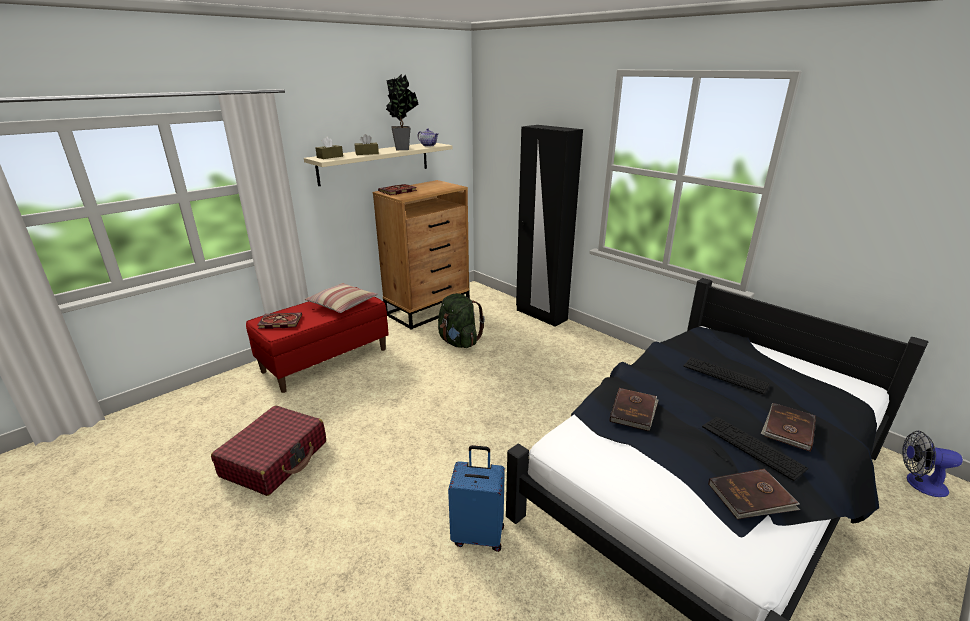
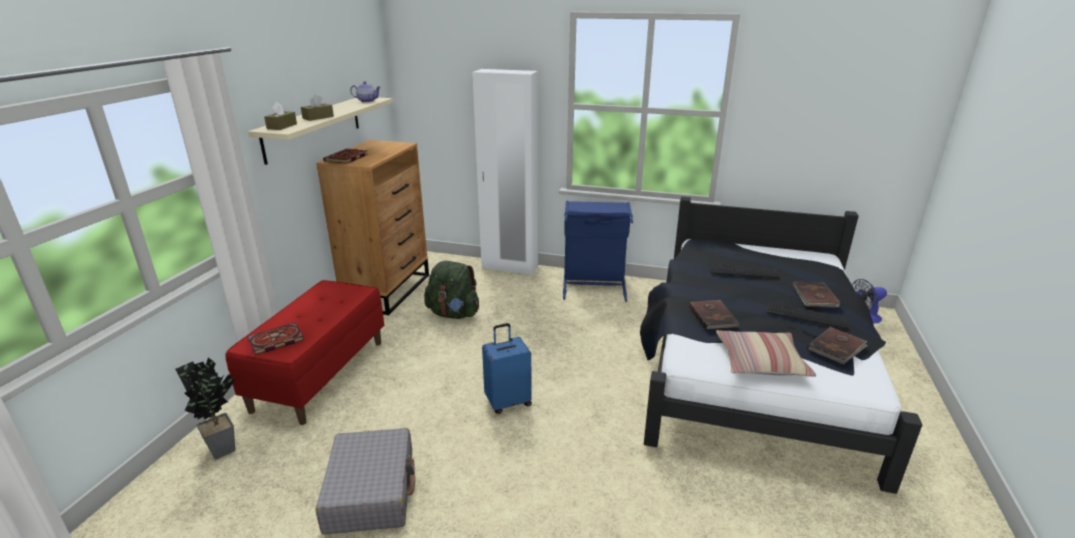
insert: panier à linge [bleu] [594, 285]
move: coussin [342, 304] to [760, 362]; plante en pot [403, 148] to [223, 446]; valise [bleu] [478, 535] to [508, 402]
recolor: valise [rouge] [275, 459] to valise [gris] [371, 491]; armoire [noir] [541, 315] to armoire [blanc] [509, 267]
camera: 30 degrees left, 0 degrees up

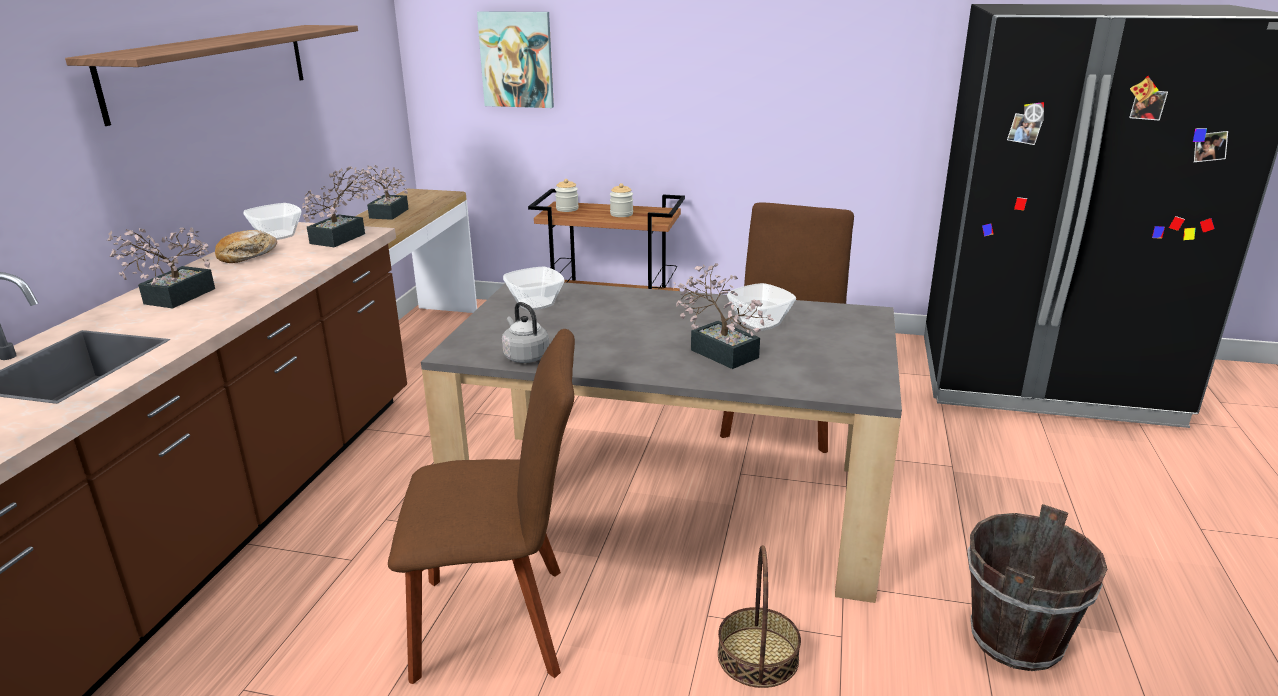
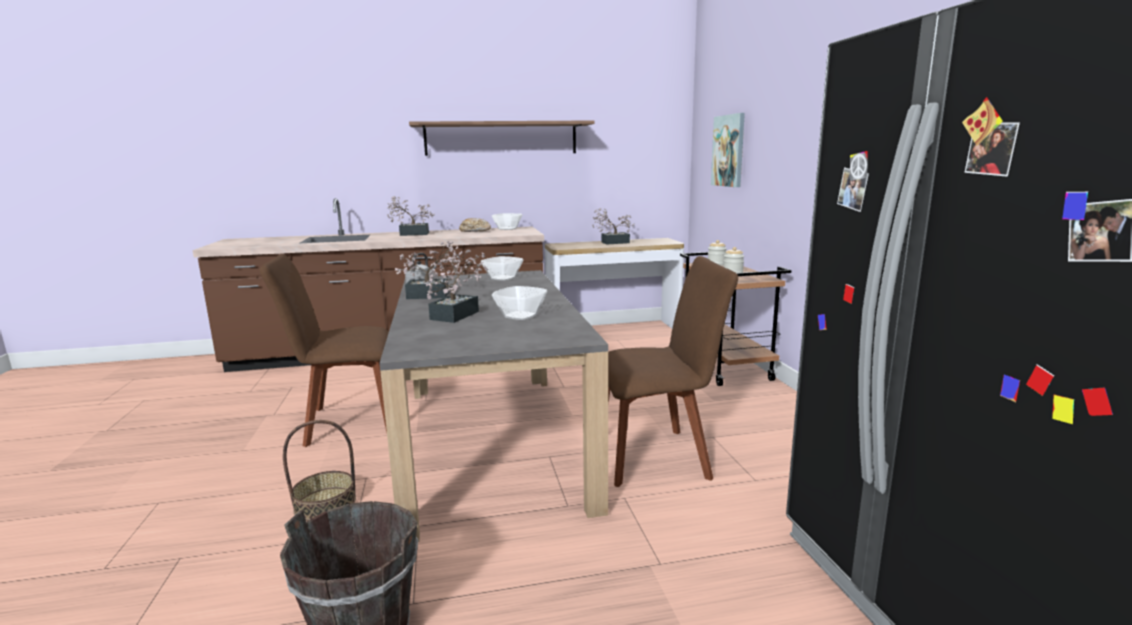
move: plante en pot [342, 237] to [433, 295]
rotate: chaise [marron] [501, 622] = [346, 422] 105 degrees clockwise
camera: 65 degrees right, 10 degrees down

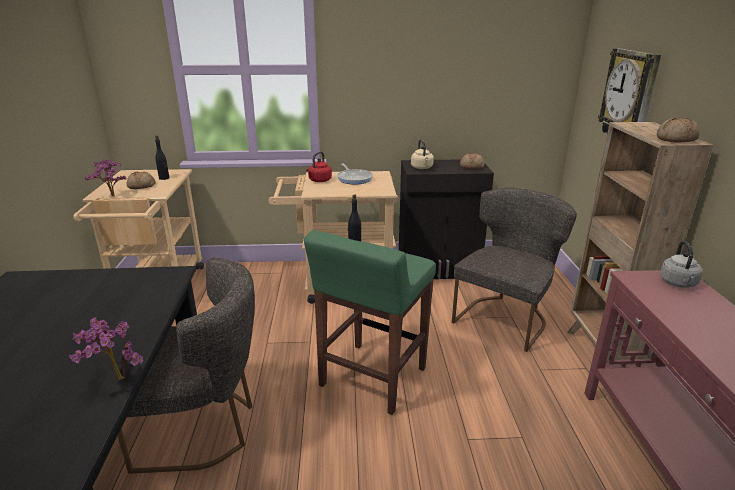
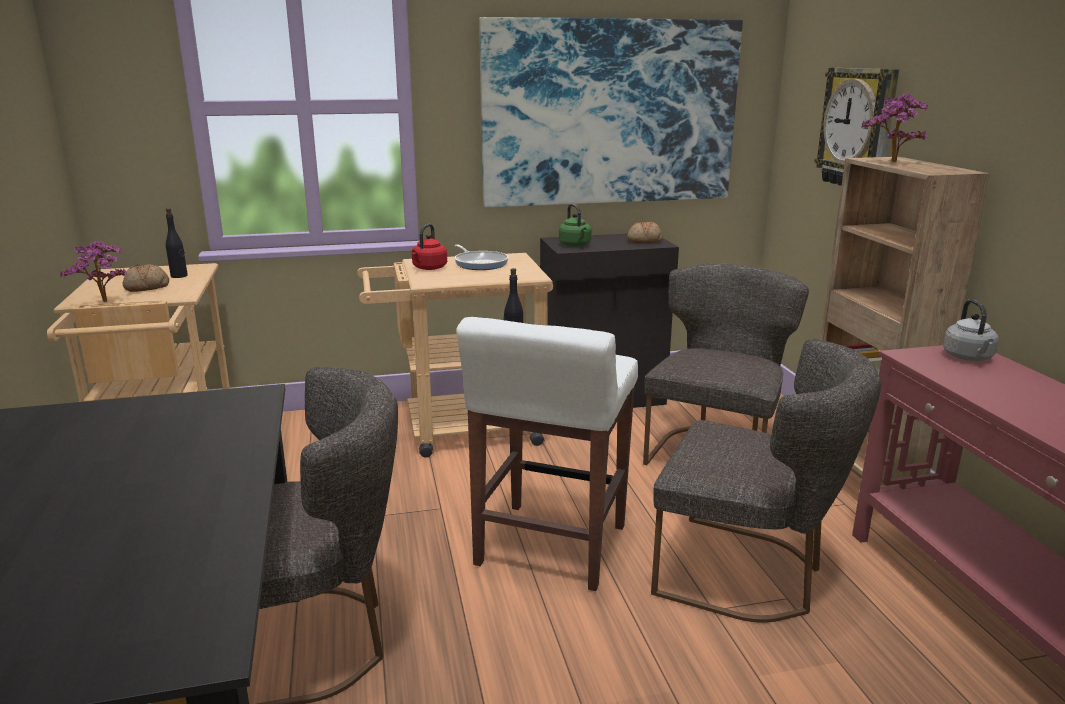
delete: pain [676, 139]
insert: tableau [610, 113]; chaise [gris] [748, 574]
move: plante en pot [115, 381] to [892, 163]
recolor: tabouret [vert] [372, 378] to tabouret [blanc] [550, 547]; bouilloire [beige] [422, 168] to bouilloire [vert] [575, 245]
camera: 10 degrees left, 5 degrees down

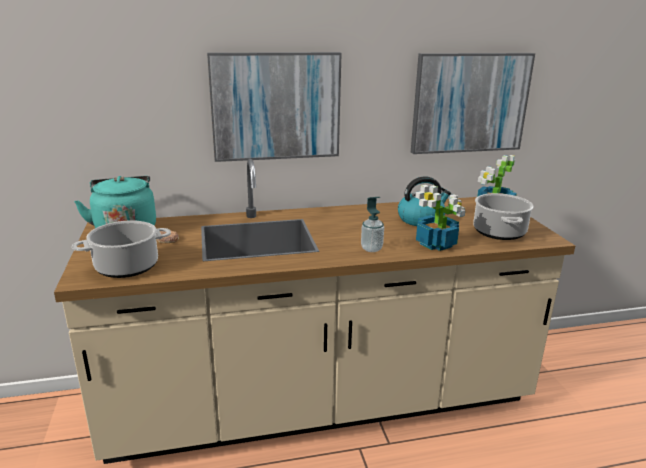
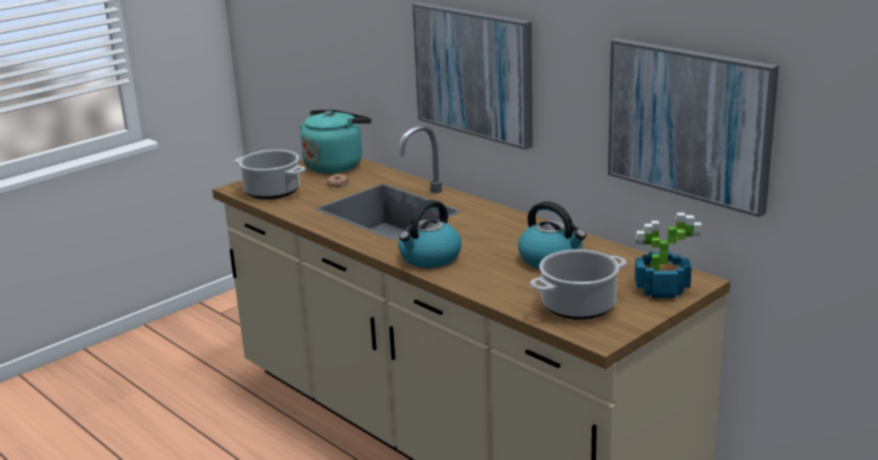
delete: plante en pot [436, 243]
replace: distributeur de savon [371, 249] to bouilloire [429, 258]
camera: 60 degrees right, 0 degrees up

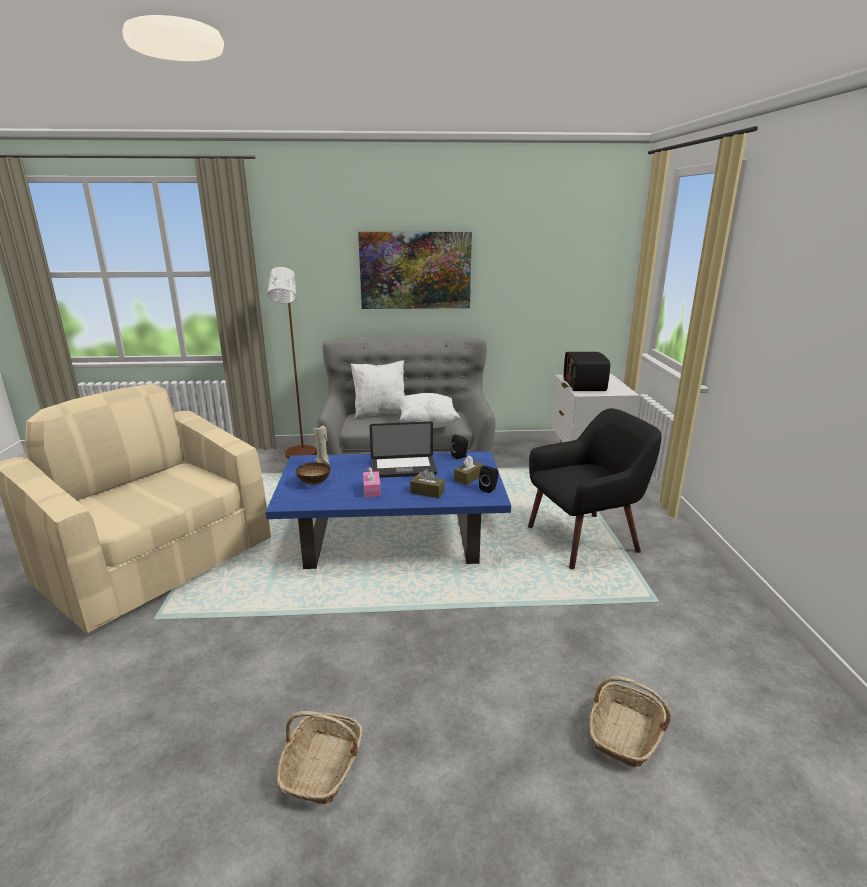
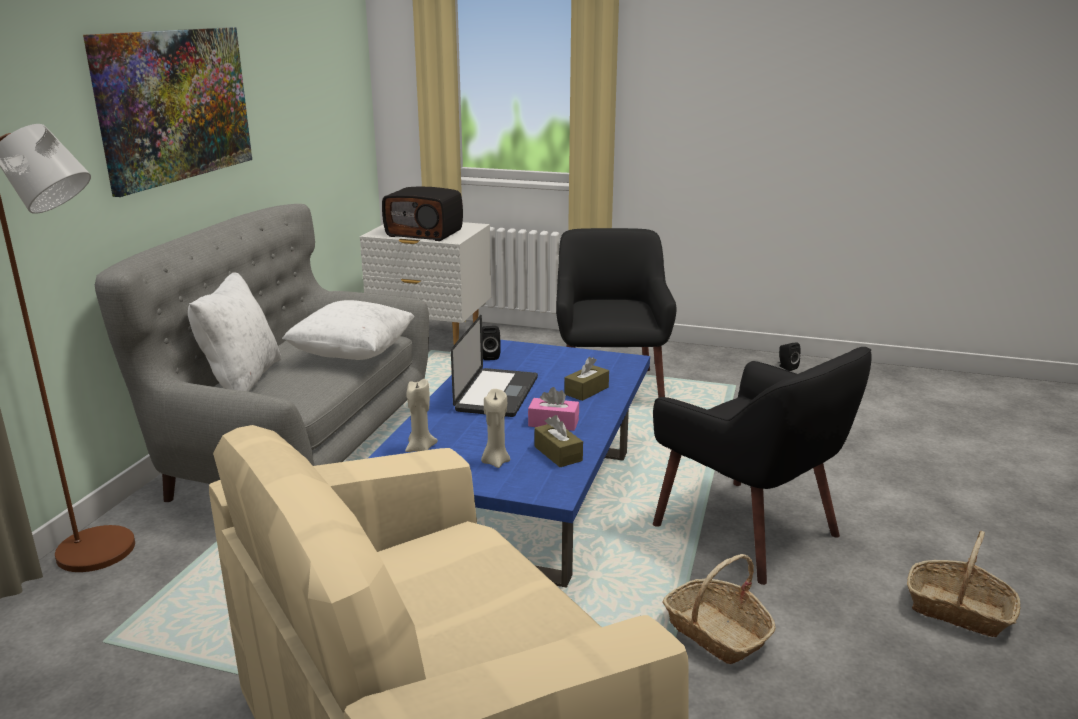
insert: fauteuil [noir] [748, 530]
move: boîte à mouchoirs [marron] [468, 478] to [558, 453]; enceinte [noir] [489, 489] to [786, 367]; panier [624, 734] to [717, 633]
replace: bol [314, 483] to bougie [beige] [495, 462]
camera: 70 degrees left, 0 degrees up

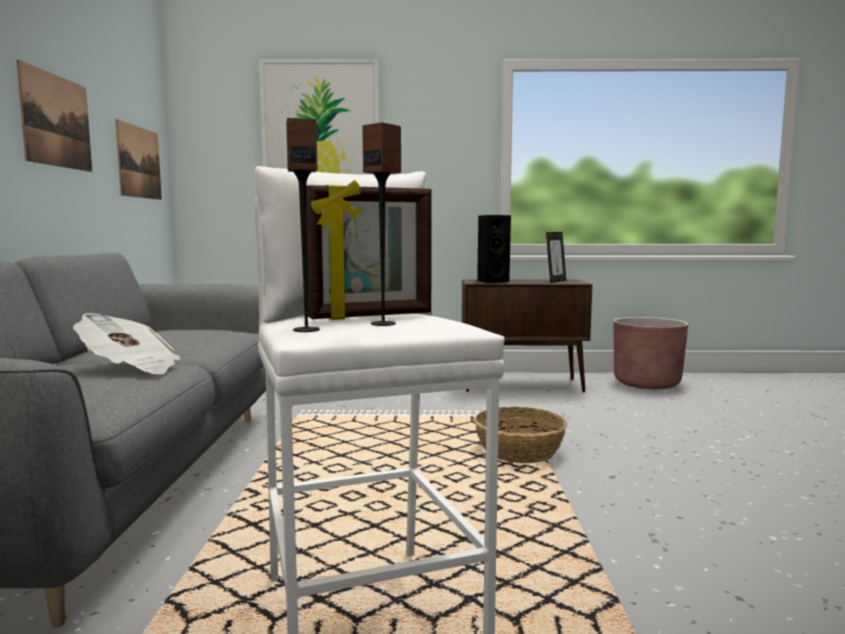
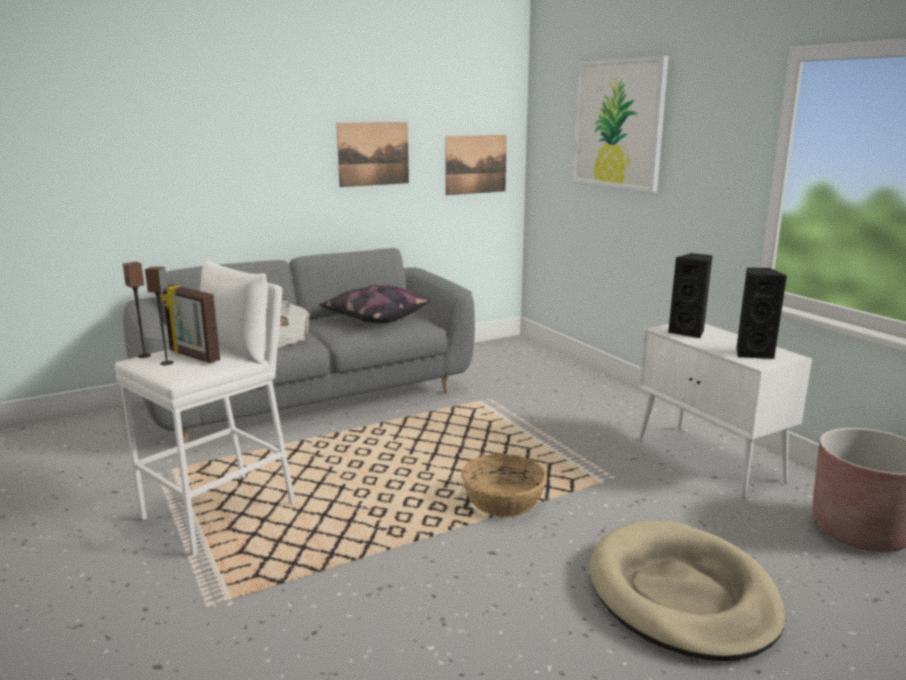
insert: coussin [375, 318]; panier pour chien [beige] [681, 595]
replace: cadre photo [555, 281] to enceinte [noir] [752, 353]
recolor: meuble de rangement [marron] [523, 385] to meuble de rangement [blanc] [710, 460]
camera: 60 degrees right, 10 degrees up

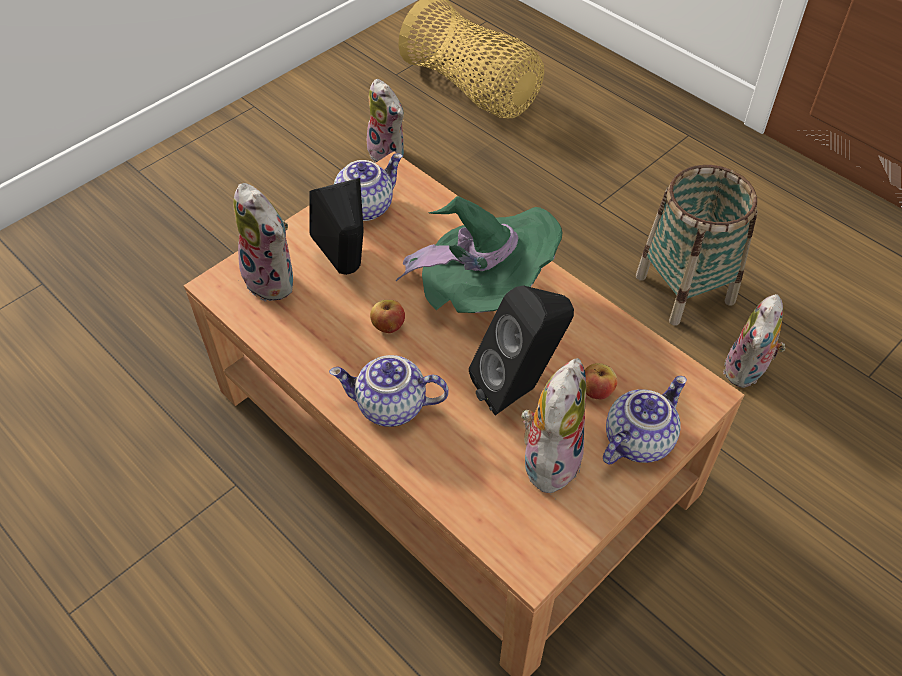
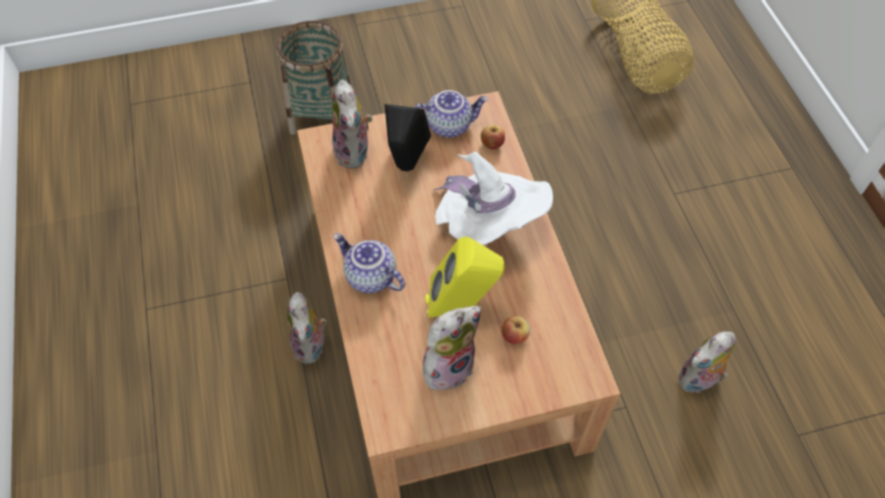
delete: théière [637, 439]
move: peluche [389, 154] to [311, 346]; pomme [388, 326] to [492, 144]; panier [685, 289] to [322, 116]
recolor: chapeau [vert] [484, 291] to chapeau [blanc] [488, 226]; enceinte [noir] [519, 388] to enceinte [jaune] [462, 307]
camera: 30 degrees right, 5 degrees up

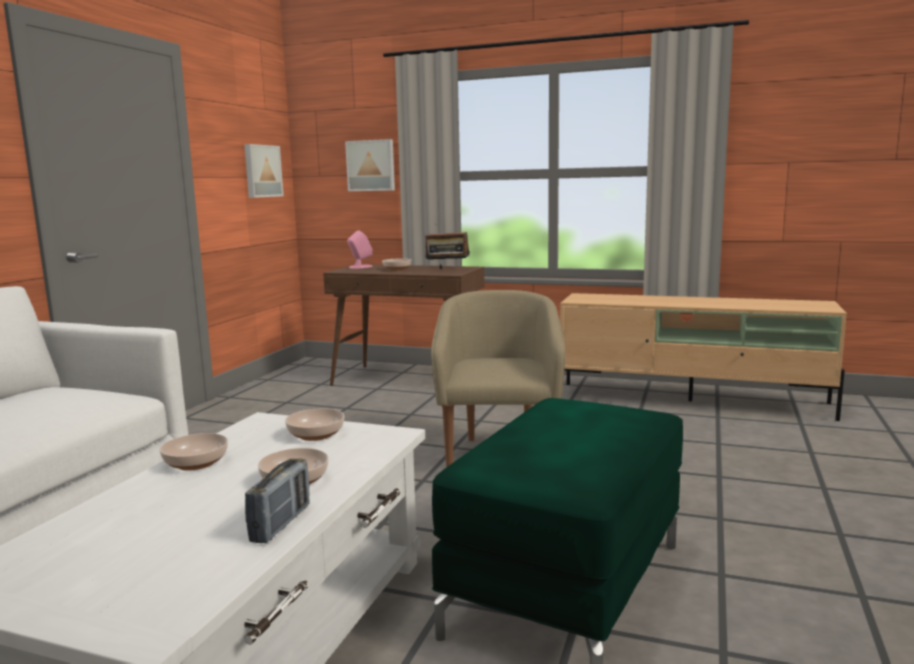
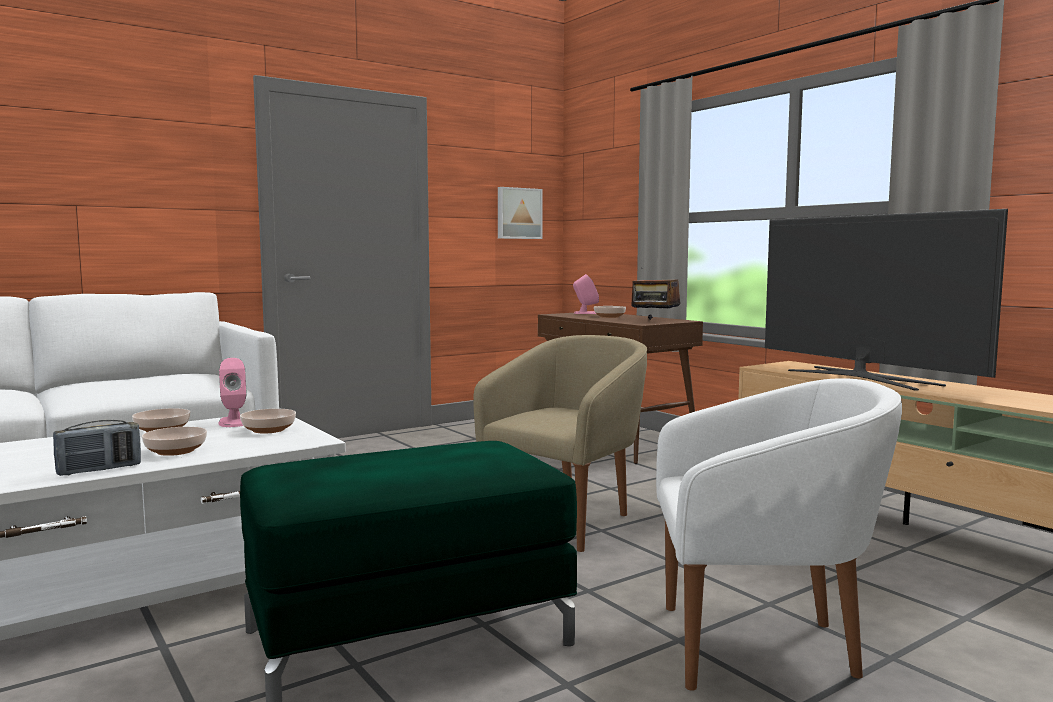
delete: tableau [371, 165]
insert: enceinte [rose] [234, 422]; fauteuil [blanc] [762, 646]; téléviseur [862, 378]
camera: 35 degrees right, 5 degrees down

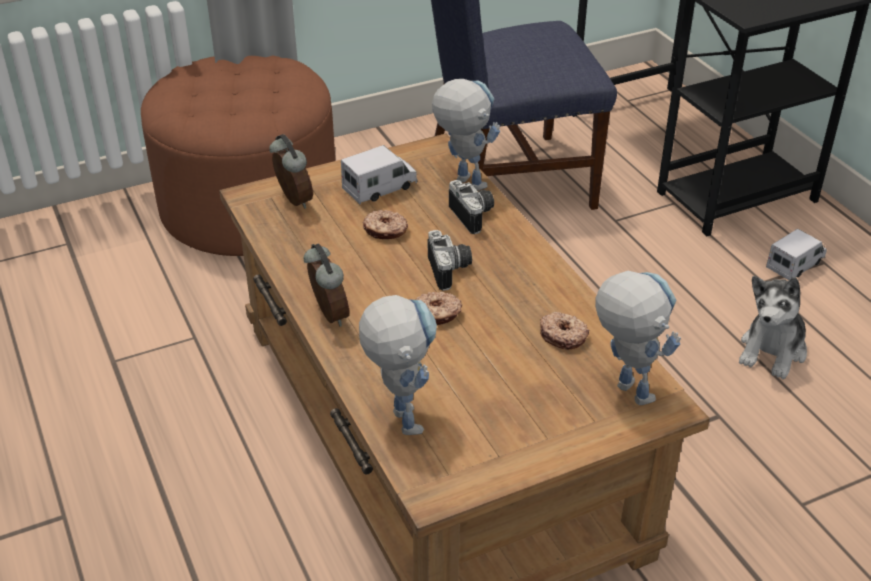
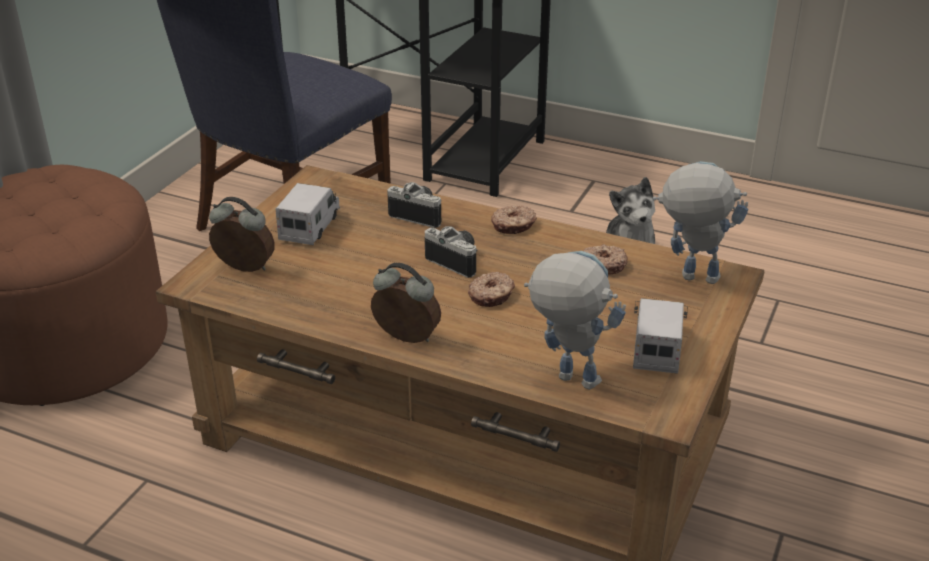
delete: robot jouet [462, 180]
move: beignet [385, 231] to [513, 226]; camion jouet [795, 265] to [657, 348]
camera: 40 degrees left, 5 degrees down

